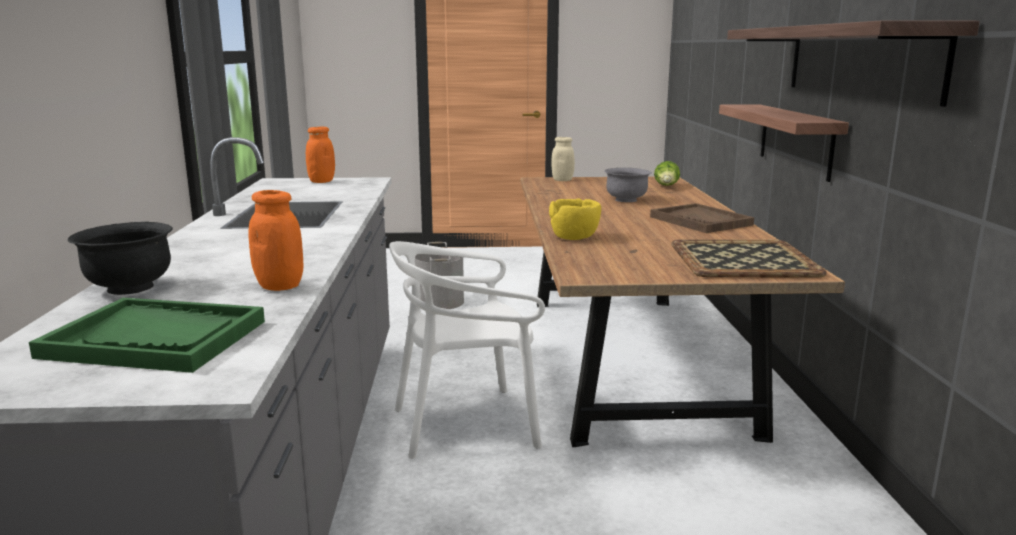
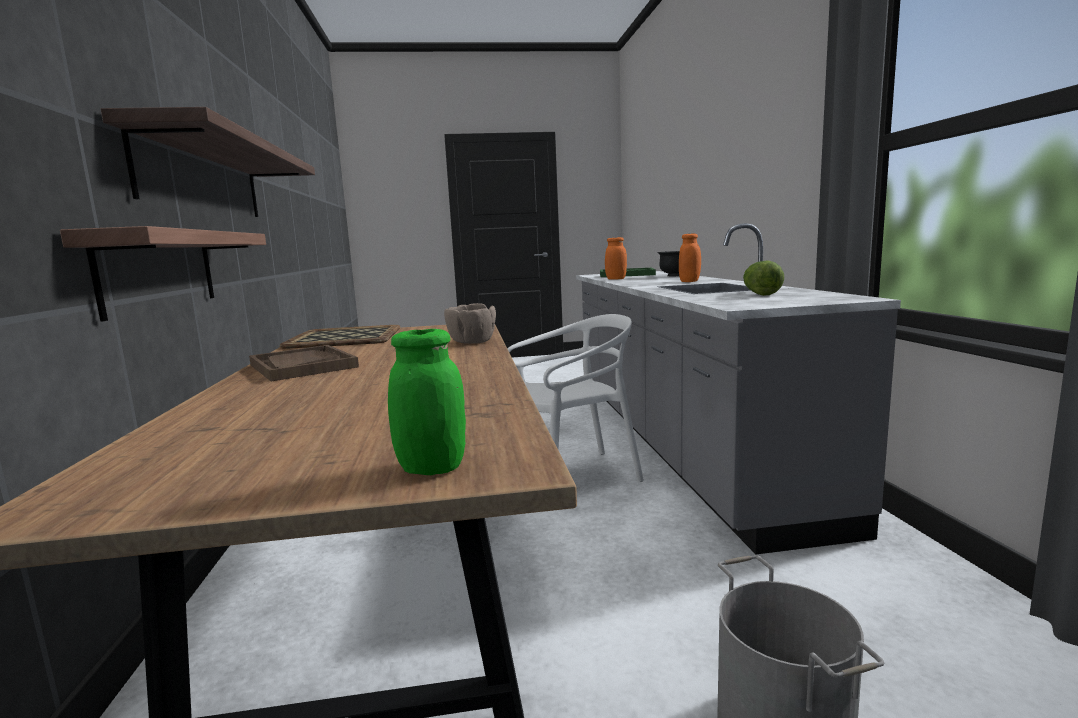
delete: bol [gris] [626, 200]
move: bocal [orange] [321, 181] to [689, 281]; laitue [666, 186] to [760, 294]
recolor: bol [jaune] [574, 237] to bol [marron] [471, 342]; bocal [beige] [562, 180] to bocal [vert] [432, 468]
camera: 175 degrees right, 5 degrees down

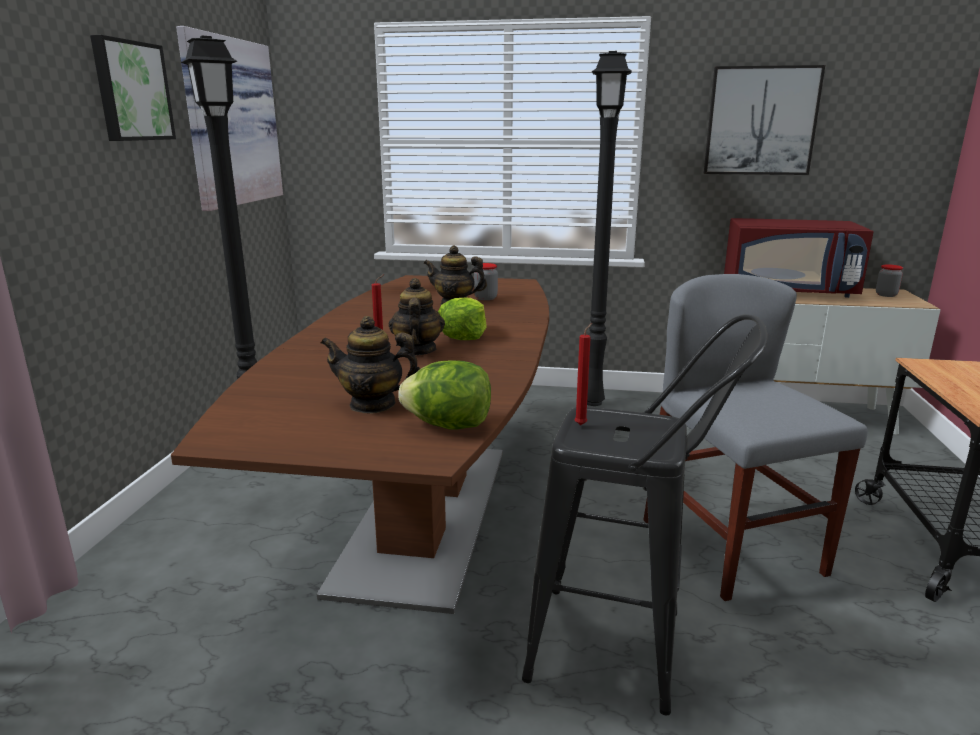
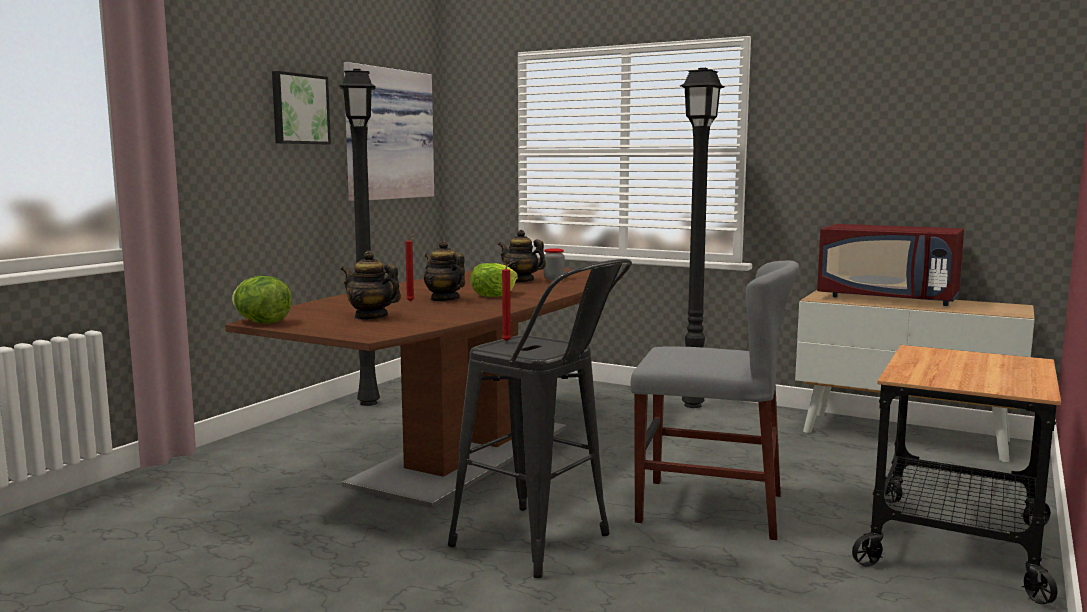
delete: tableau [761, 121]; bocal [886, 295]
move: laitue [449, 426] to [262, 322]
rotate: théière [417, 351] = [444, 299] 60 degrees counterclockwise; chaise [gris] [731, 546] = [709, 508] 105 degrees clockwise
camera: 20 degrees right, 10 degrees down

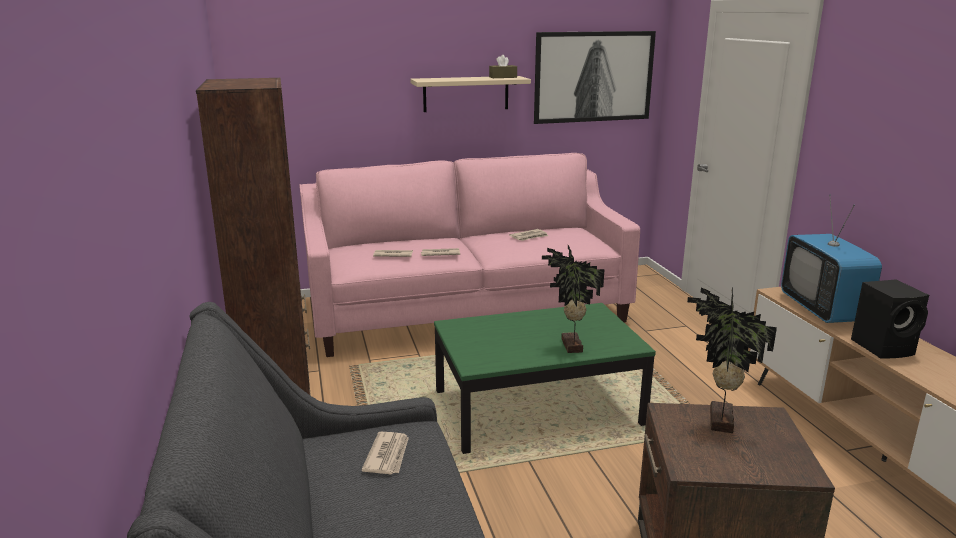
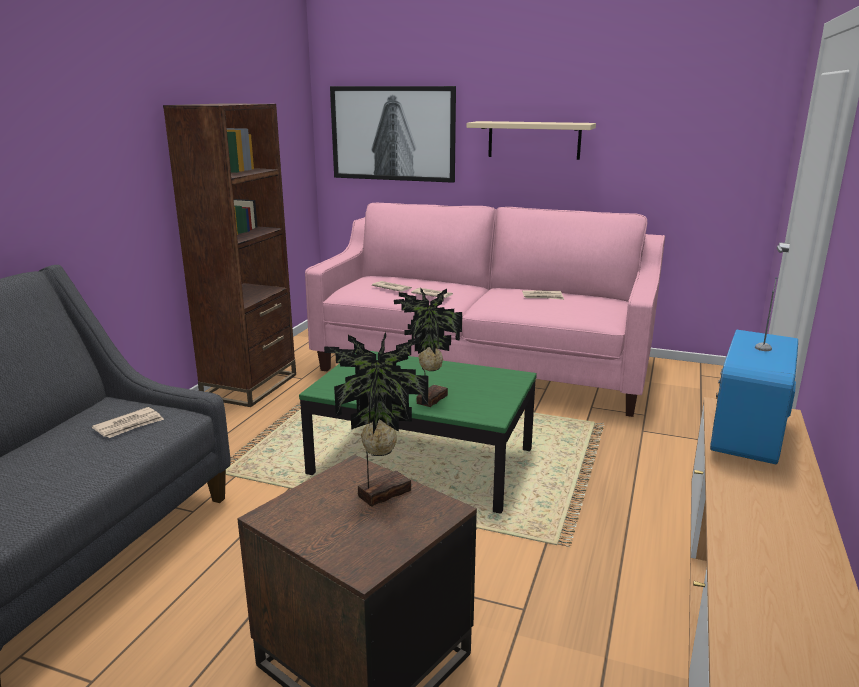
delete: boîte à mouchoirs [marron] [503, 77]; enceinte [noir] [884, 347]
move: tableau [593, 77] to [393, 133]
camera: 35 degrees right, 0 degrees up

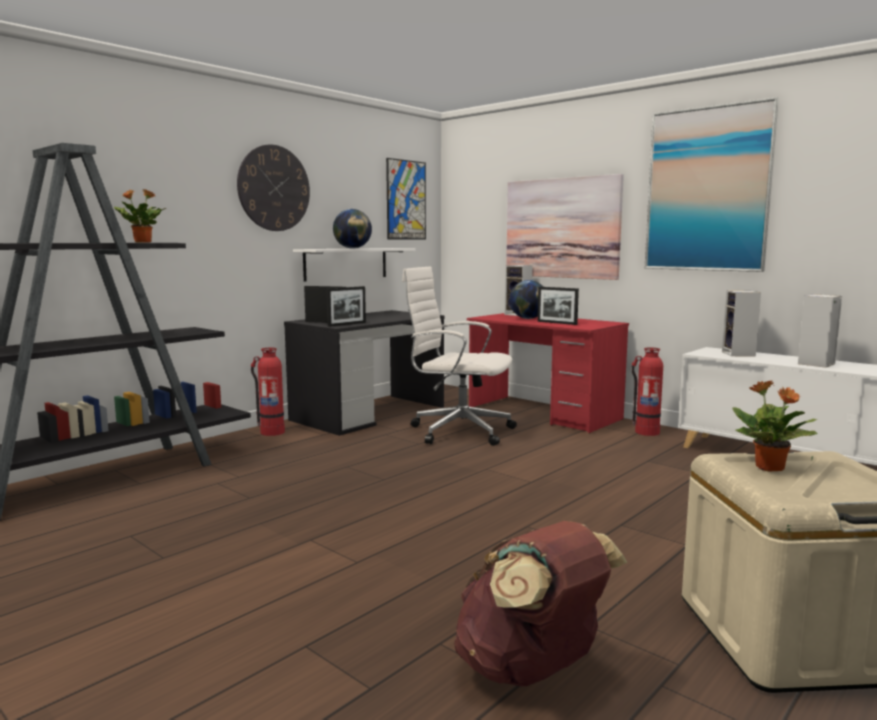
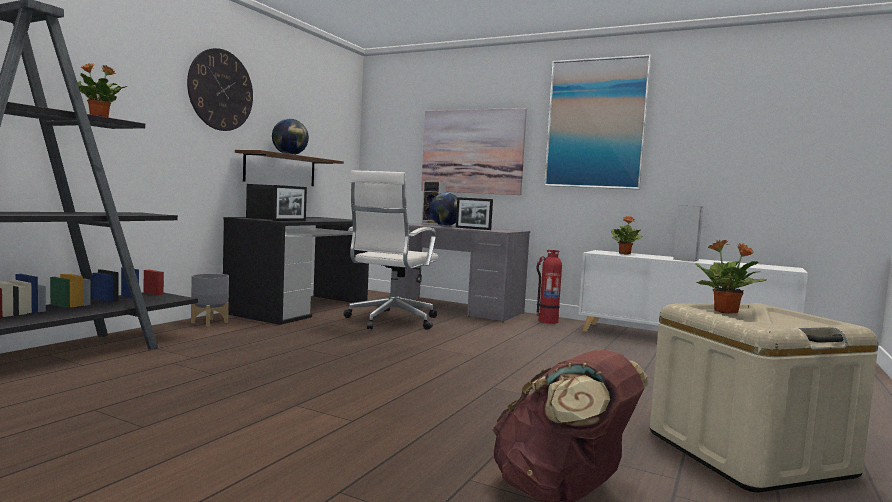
delete: tableau [406, 200]
replace: extincteur [272, 432] to cache-pot [gris] [210, 322]; enceinte [739, 354] to plante en pot [625, 254]
recolor: étagère [blanc] [346, 263] to étagère [marron] [280, 169]; bureau [rouge] [543, 413] to bureau [gris] [456, 309]
rotate: chaise de bureau [blanc] [458, 431] = [390, 321] 75 degrees counterclockwise
camera: 15 degrees left, 5 degrees down

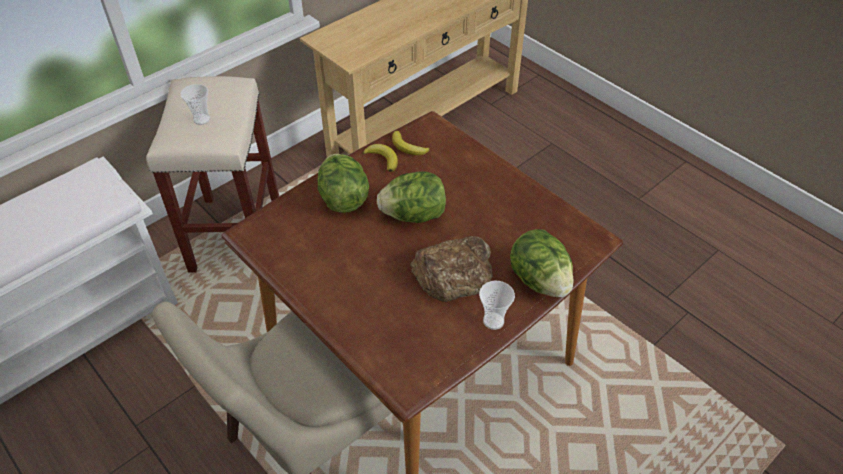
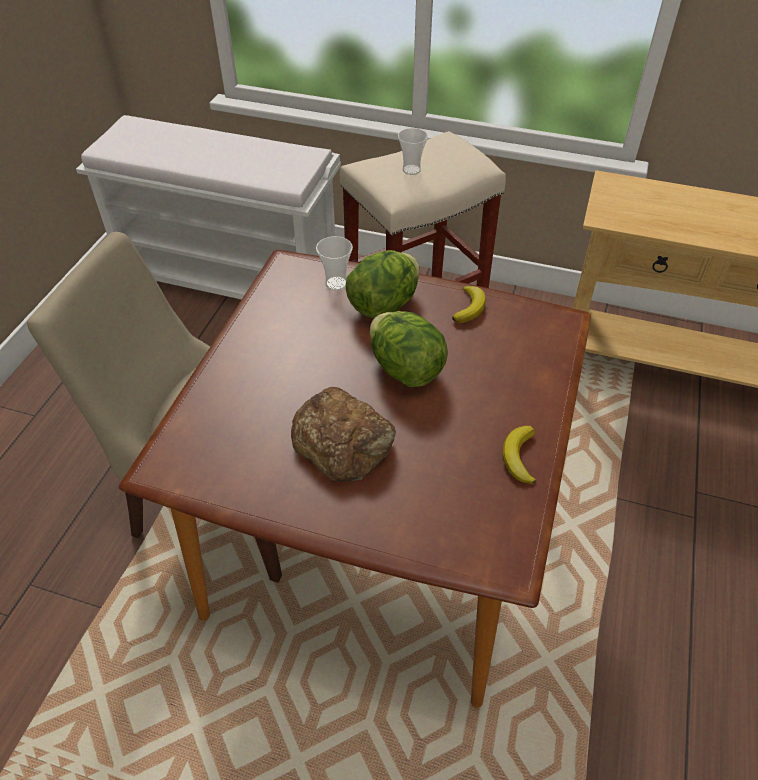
delete: laitue [539, 280]
move: banane [408, 147] to [519, 457]; tasse [493, 321] to [336, 283]
camera: 60 degrees right, 0 degrees up

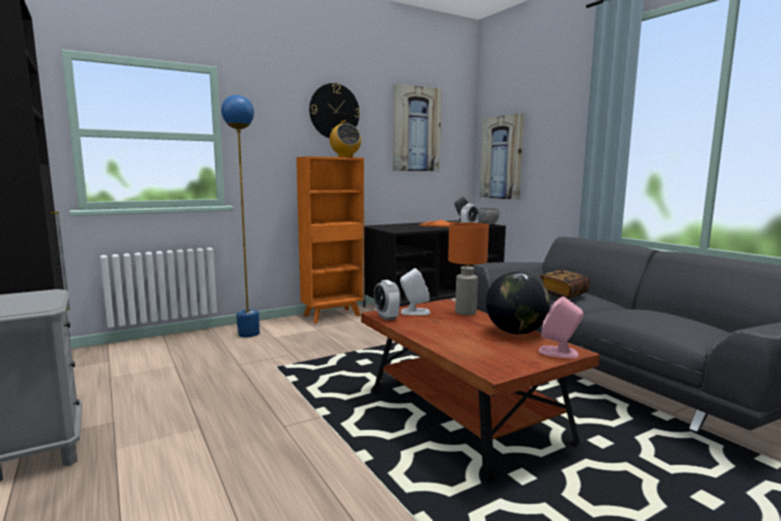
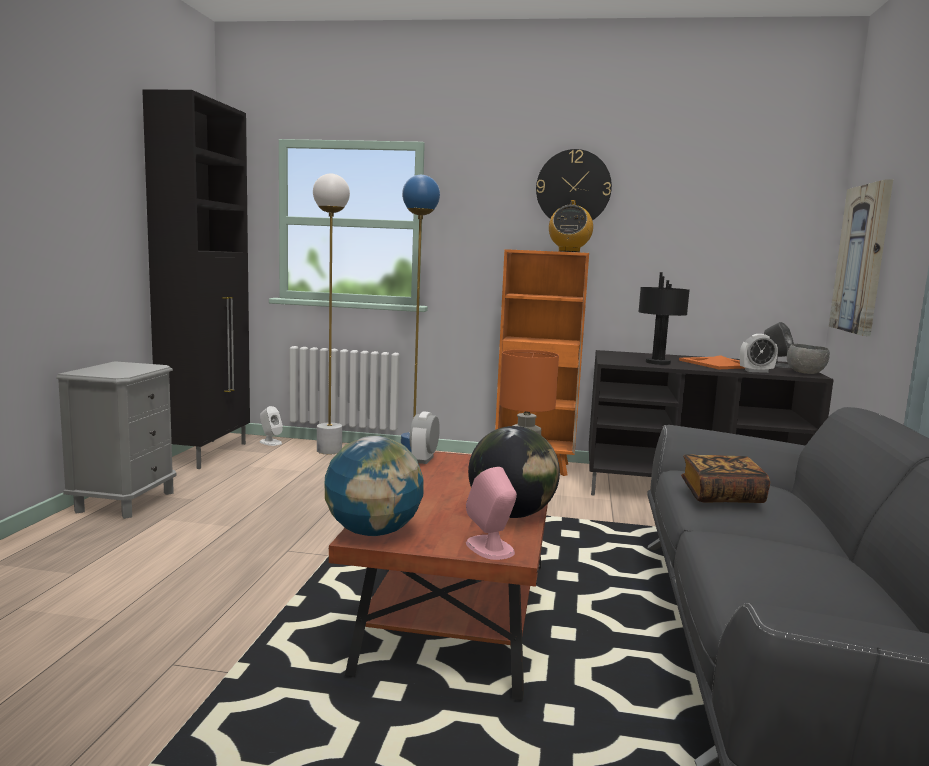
delete: tableau [416, 129]
insert: lampadaire [blanc] [329, 451]; globe [373, 532]; lampe de table [noir] [658, 362]
move: enceinte [blanc] [415, 312] to [270, 442]
camera: 40 degrees right, 0 degrees up

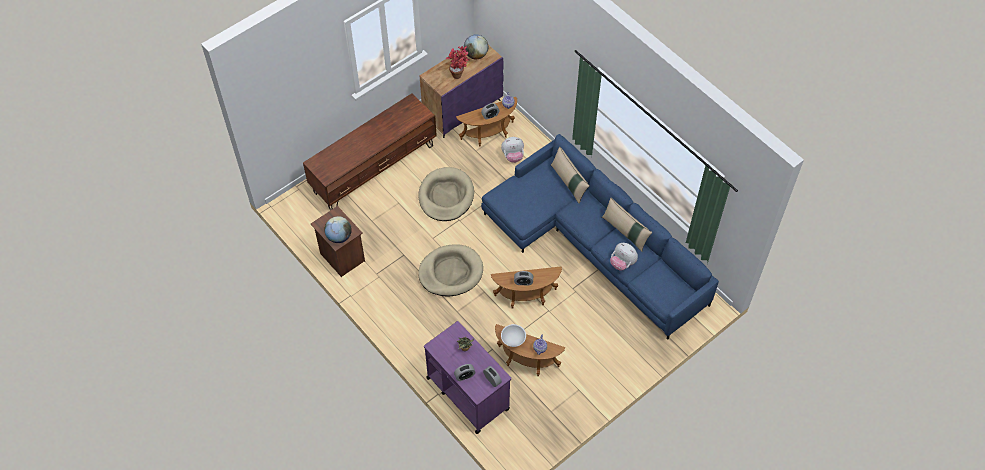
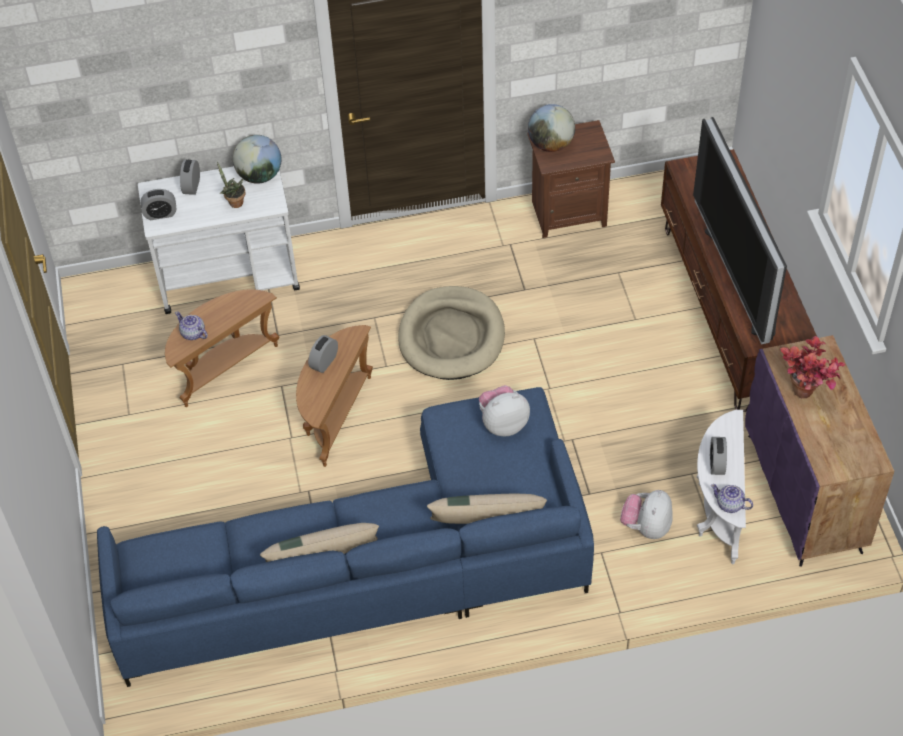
delete: panier pour chien [beige] [446, 196]; bol [blanc] [513, 339]
insert: téléviseur [740, 279]
move: globe [476, 55] to [260, 176]; peluche [622, 263] to [503, 423]
recolor: chariot [violet] [467, 393] to chariot [blanc] [229, 277]; table d'appoint [marron] [489, 135] to table d'appoint [blanc] [717, 510]
camera: 120 degrees right, 5 degrees down

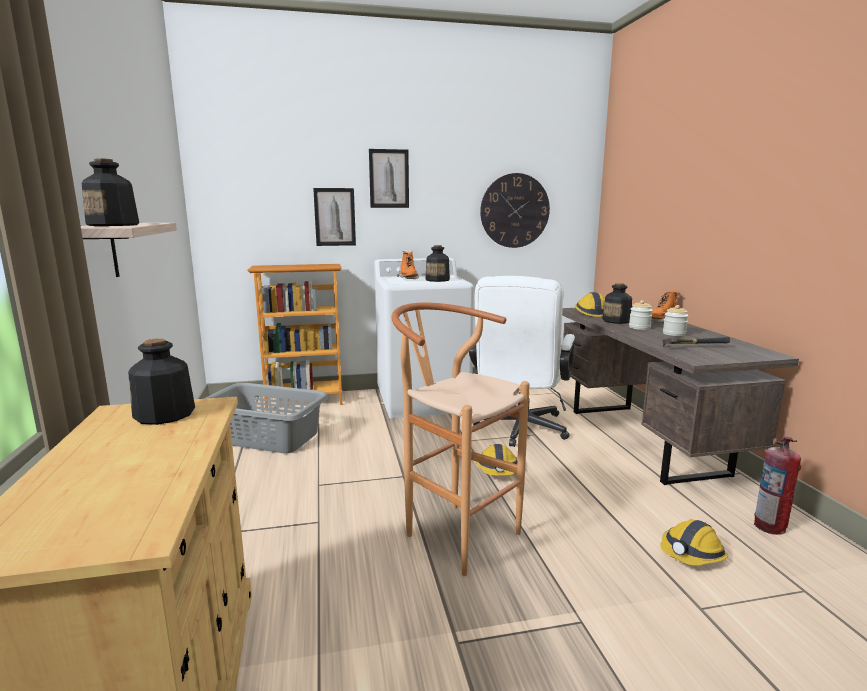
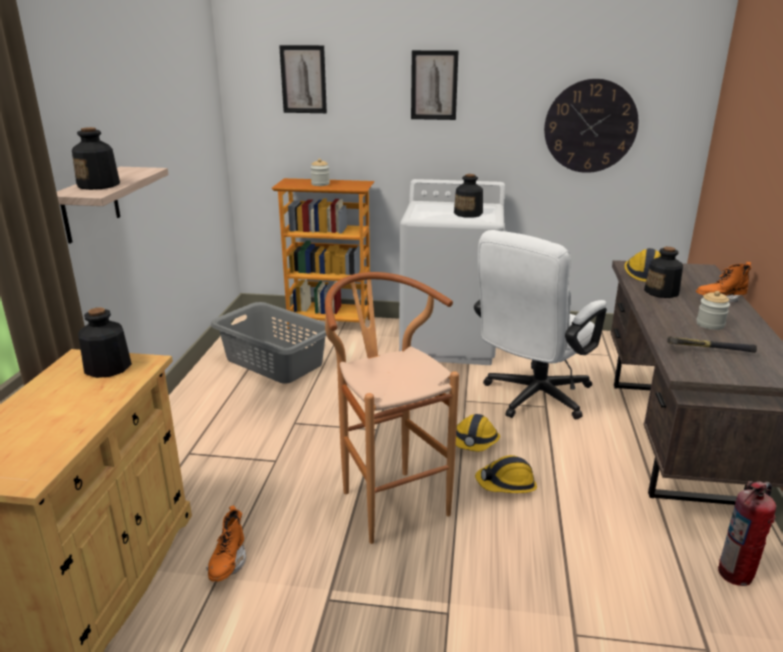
move: tableau [335, 217] to [303, 79]; botte [orange] [408, 279] to [228, 564]; bocal [639, 327] to [320, 184]; casque de chantier [691, 554] to [506, 484]
camera: 20 degrees right, 10 degrees up

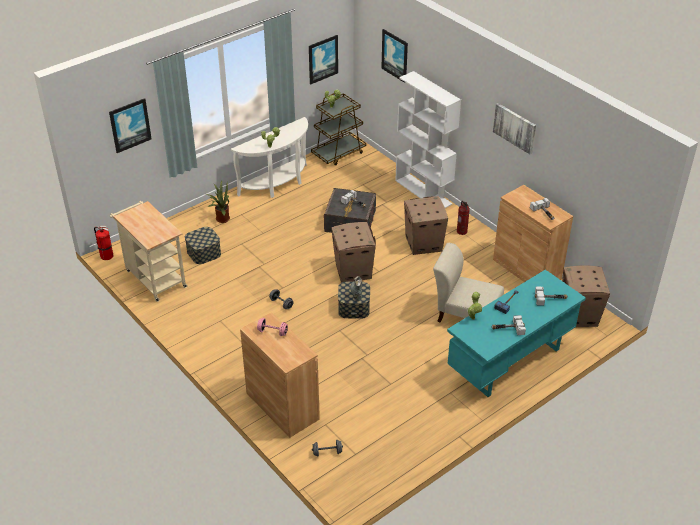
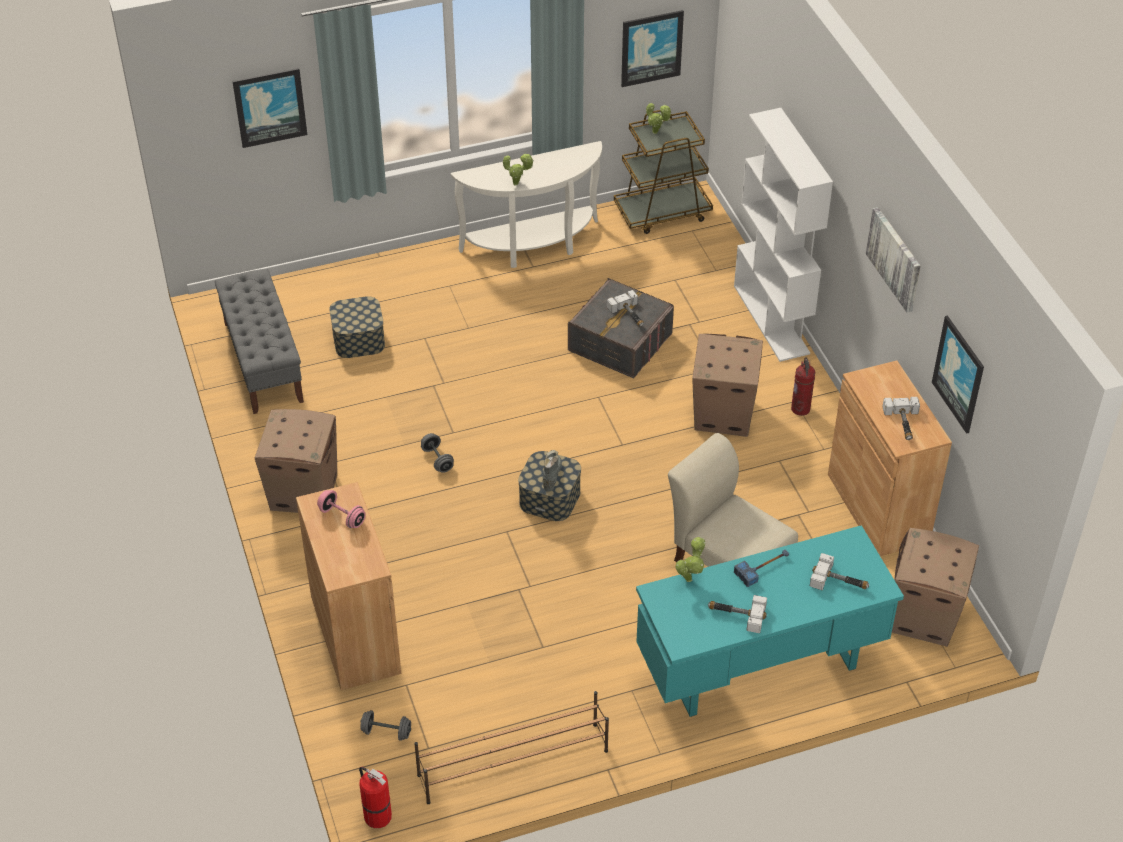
delete: plante en pot [221, 219]
insert: étagère à chaussures [marron] [512, 763]
move: extincteur [106, 255] to [376, 815]; carton [353, 270] to [304, 491]; tableau [395, 55] to [959, 374]
replace: chariot [beige] [153, 277] to banc [gris] [263, 362]
camera: 20 degrees right, 5 degrees up

